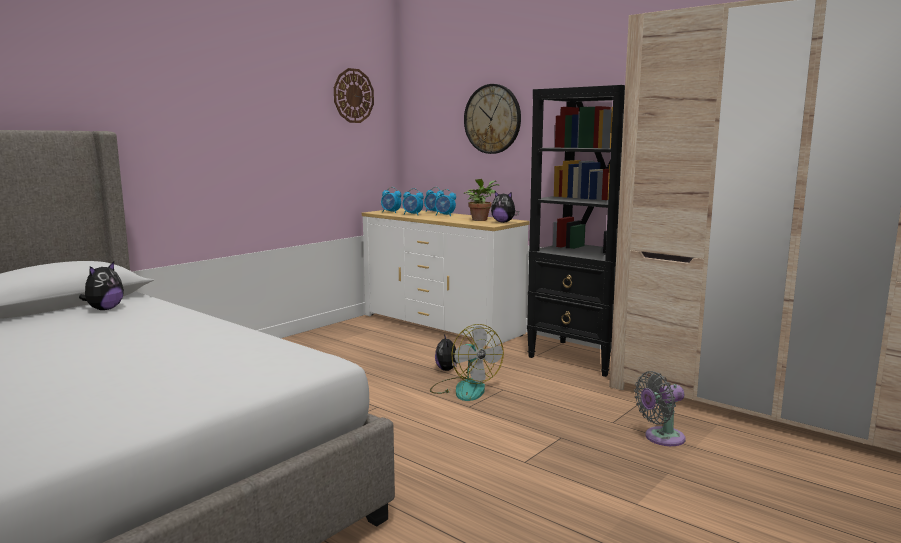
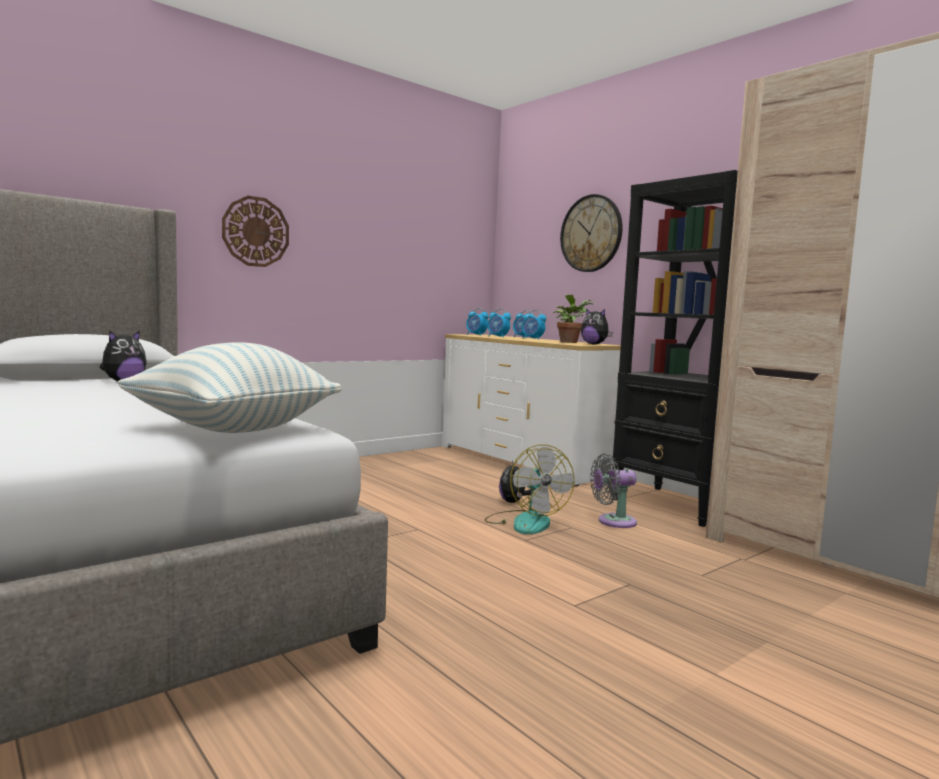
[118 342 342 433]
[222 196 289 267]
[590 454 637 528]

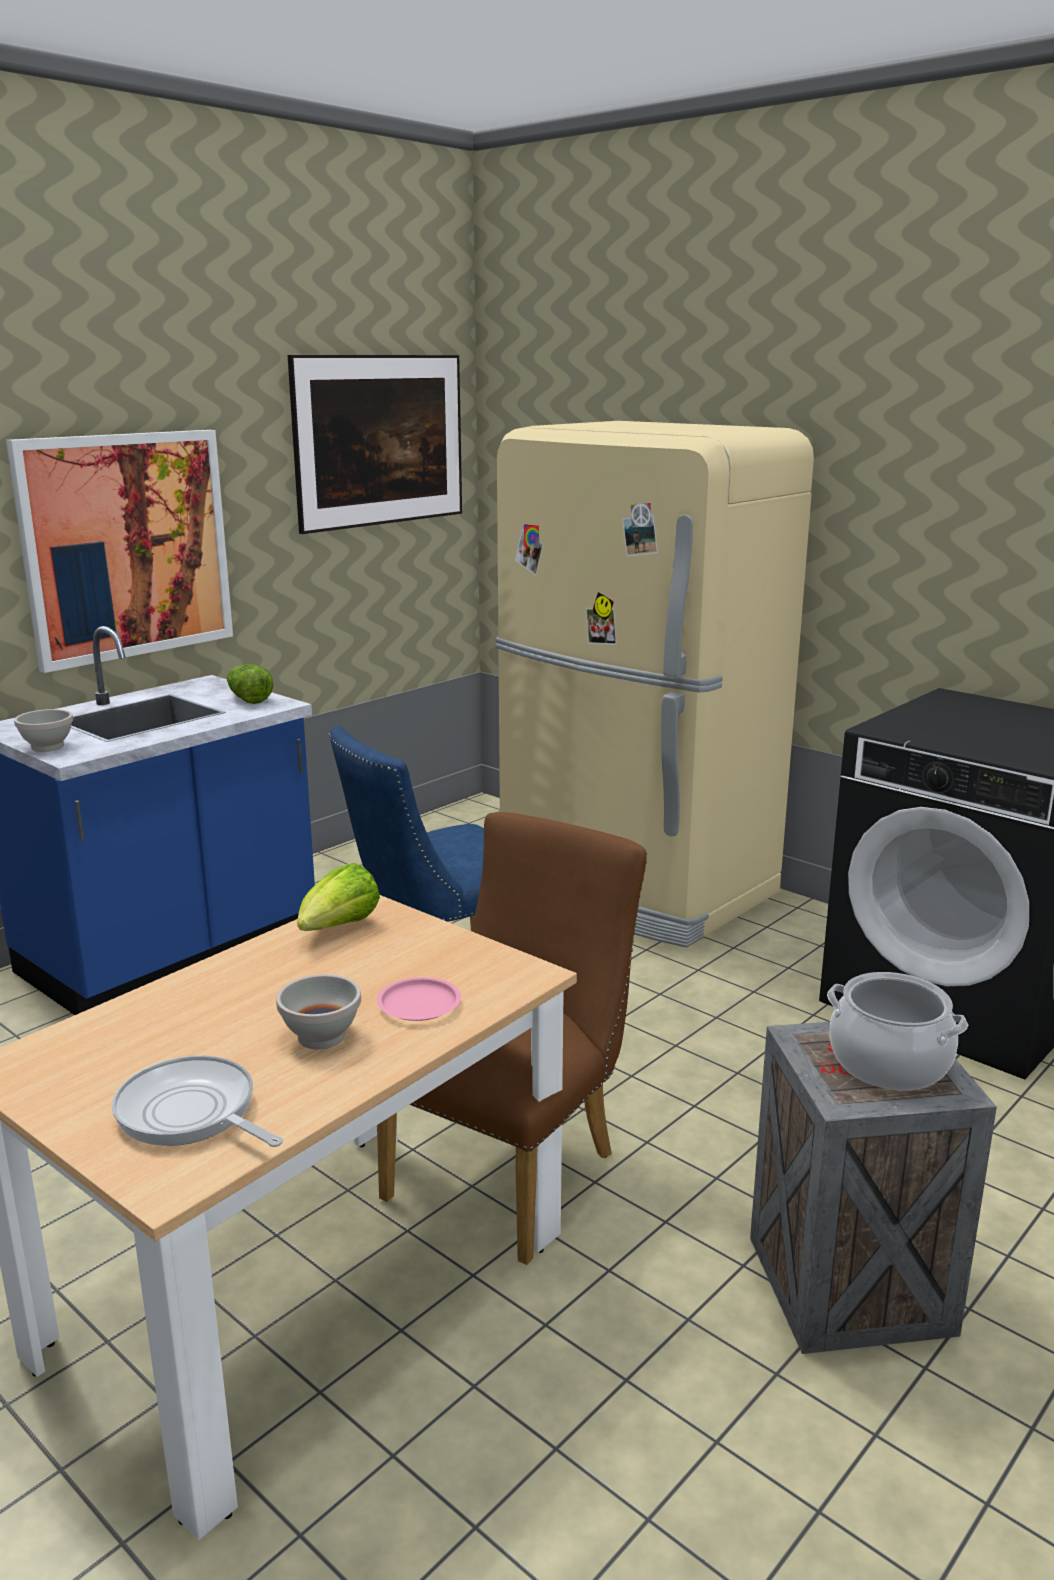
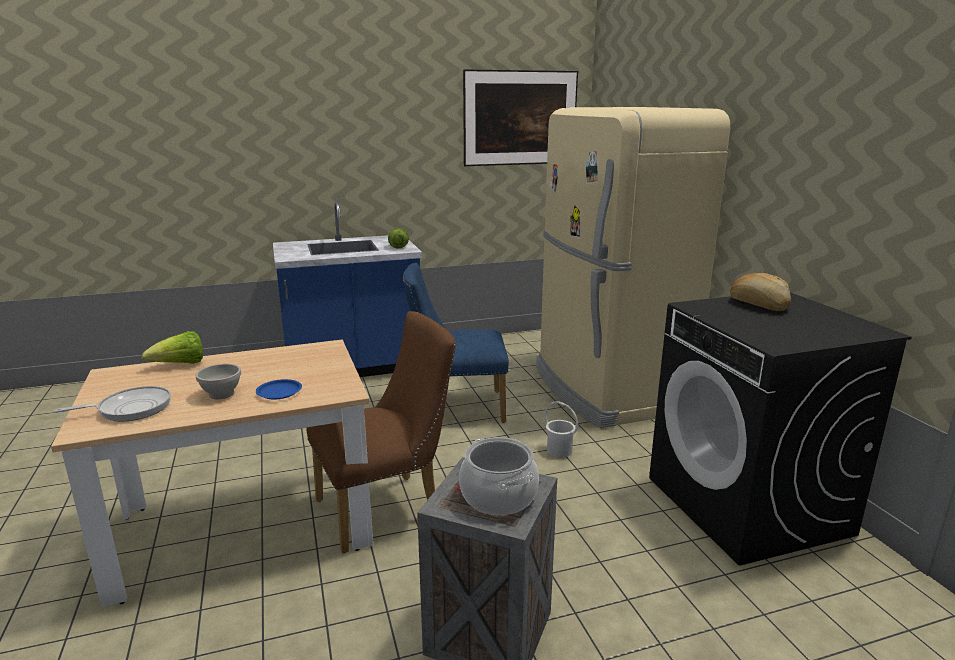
[6 430 233 673] (first image)
[14 709 73 752] (first image)
[545 401 578 457]
[730 273 791 311]
[142 331 203 364]
[256 379 302 399]
[55 386 171 422]

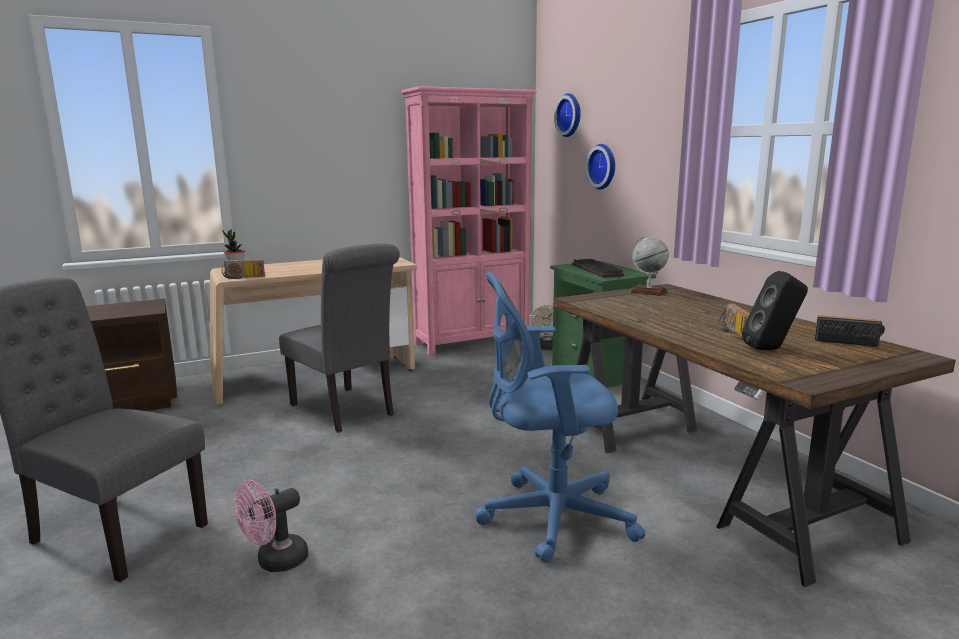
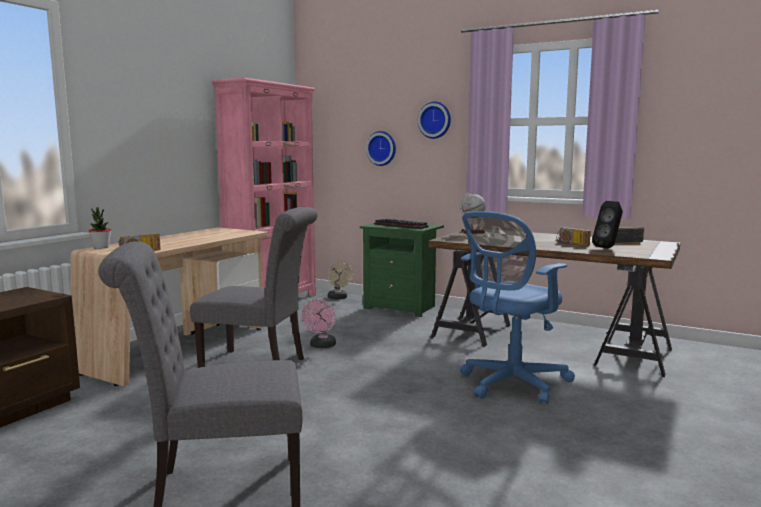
[302 299 336 348]
[418 102 451 139]

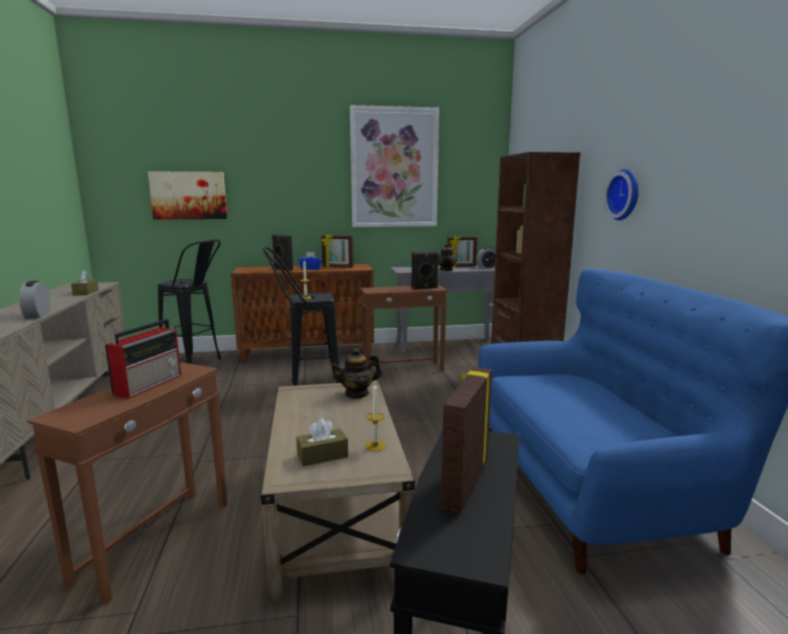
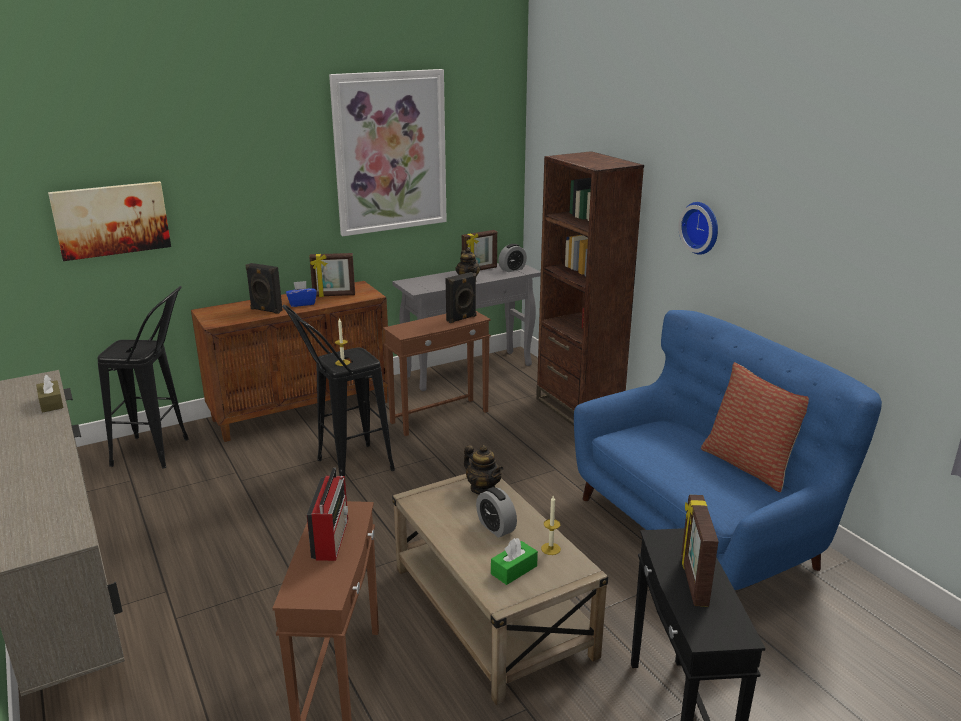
[701 362 809 492]
[476 487 517 538]
[491 538 538 585]
[464 445 504 495]

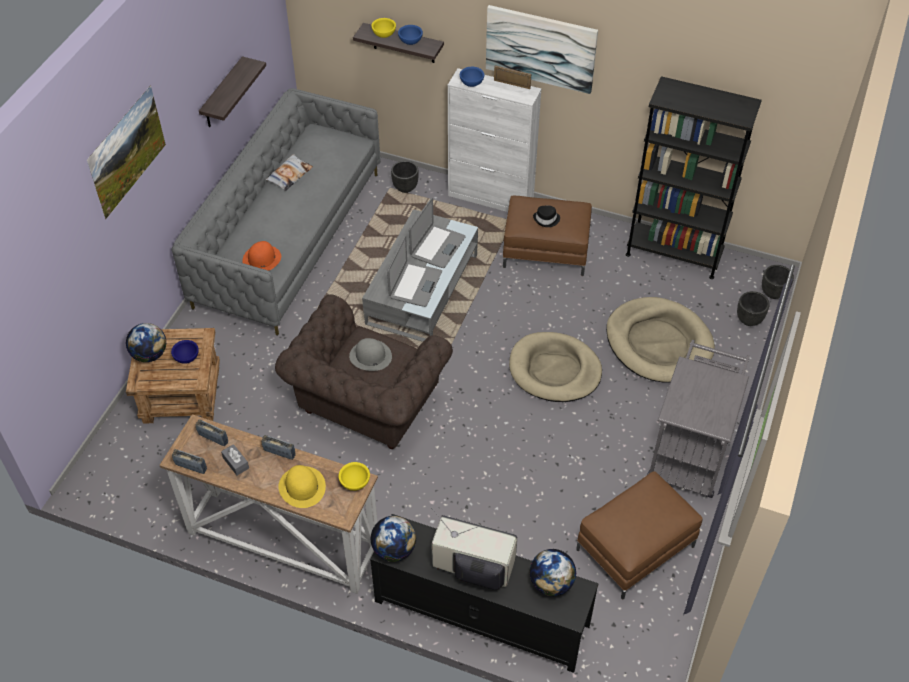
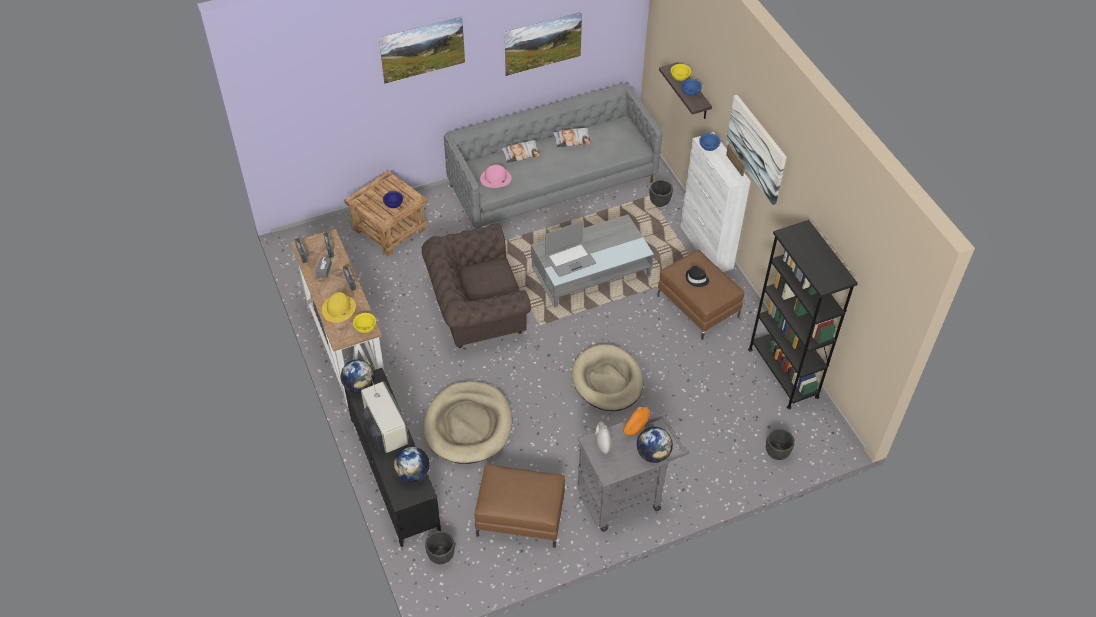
[349 338 392 371] (first image)
[409 198 466 268] (first image)
[501 140 541 163]
[595 422 612 454]
[623 407 649 435]
[637 427 673 463]
[423 381 512 464]
[425 531 455 564]
[505 12 582 76]
[480 165 512 188]

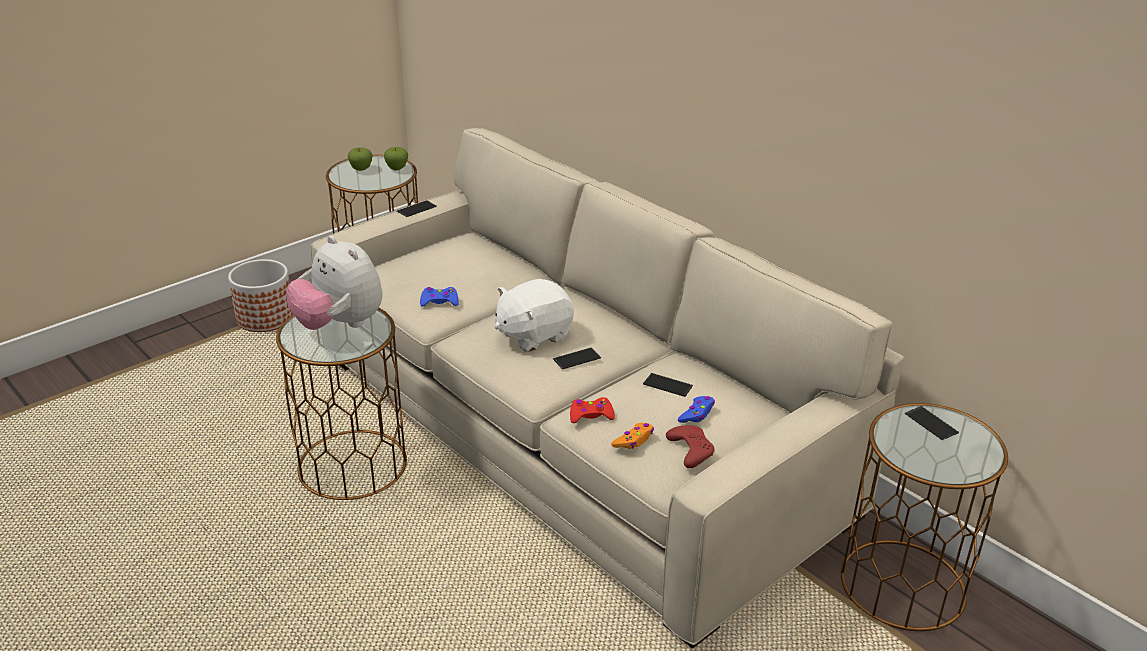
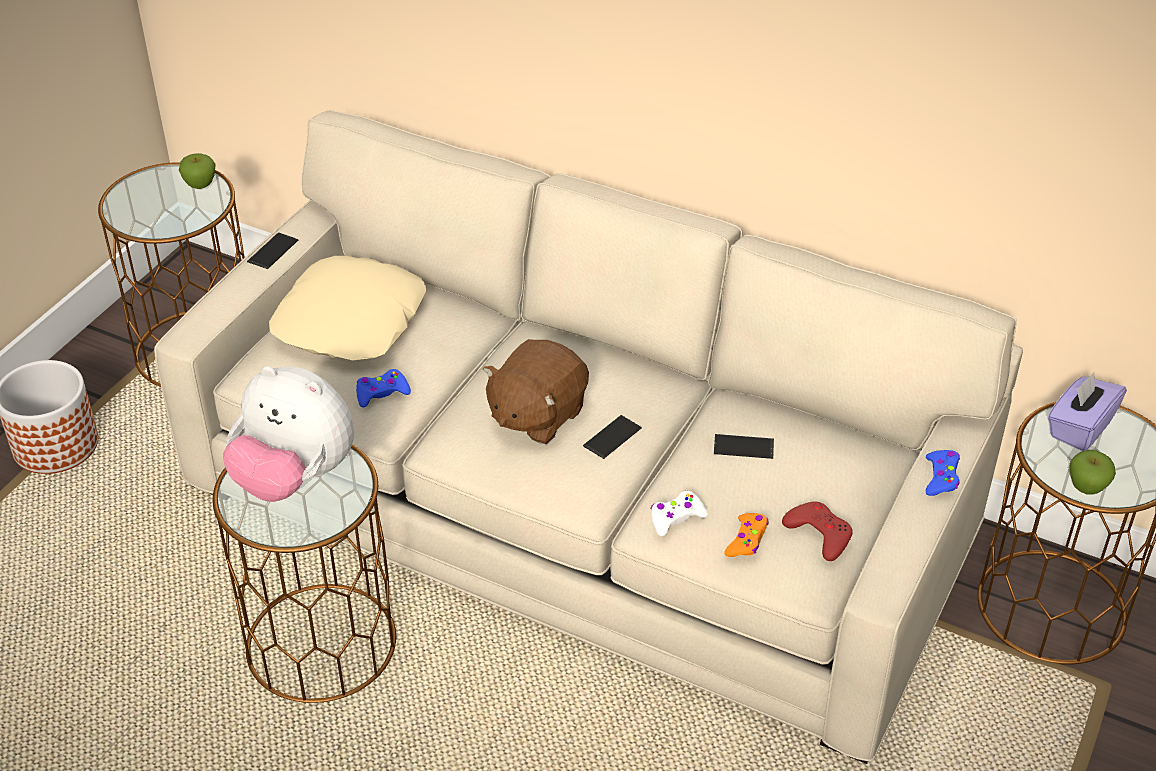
[269 256 427 360]
[1070 450 1116 494]
[926 450 960 496]
[1048 372 1127 451]
[483 339 589 444]
[650 491 708 536]

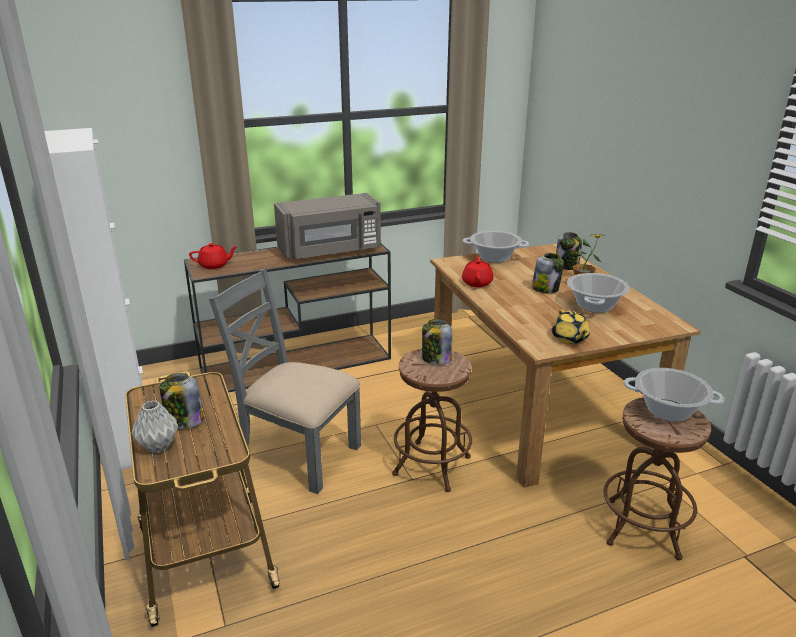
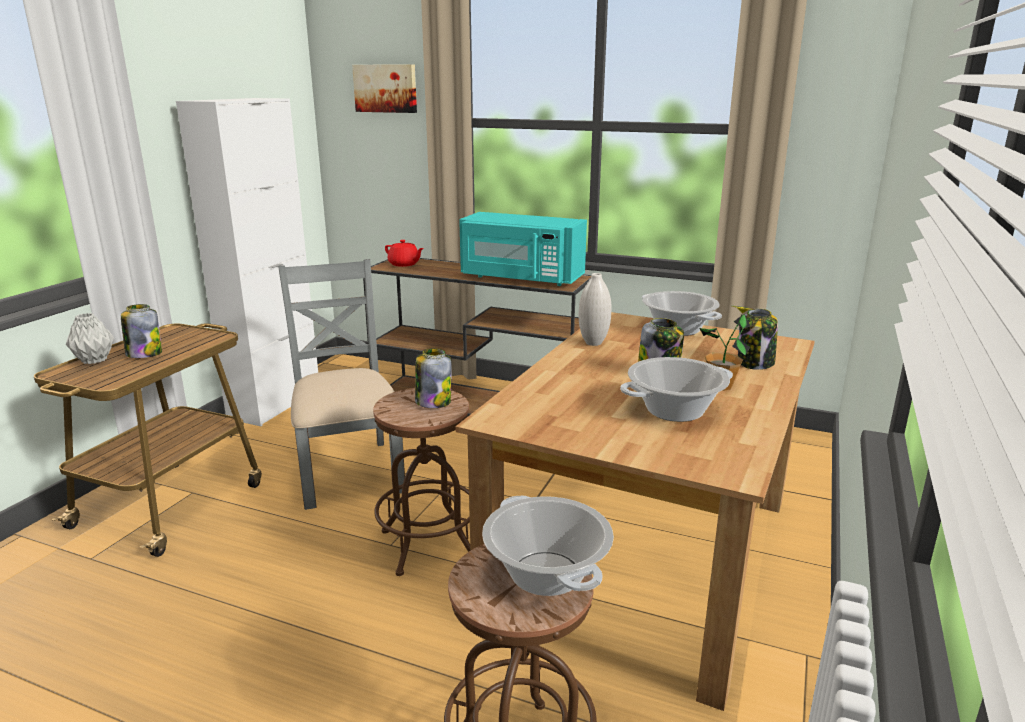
[552 310 590 344] (first image)
[352 64 417 113]
[579 273 611 346]
[459 212 587 286]

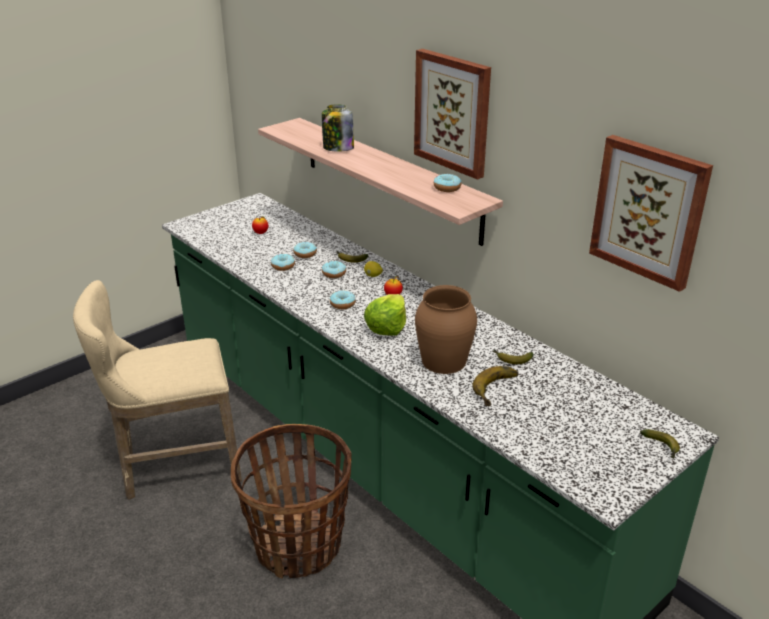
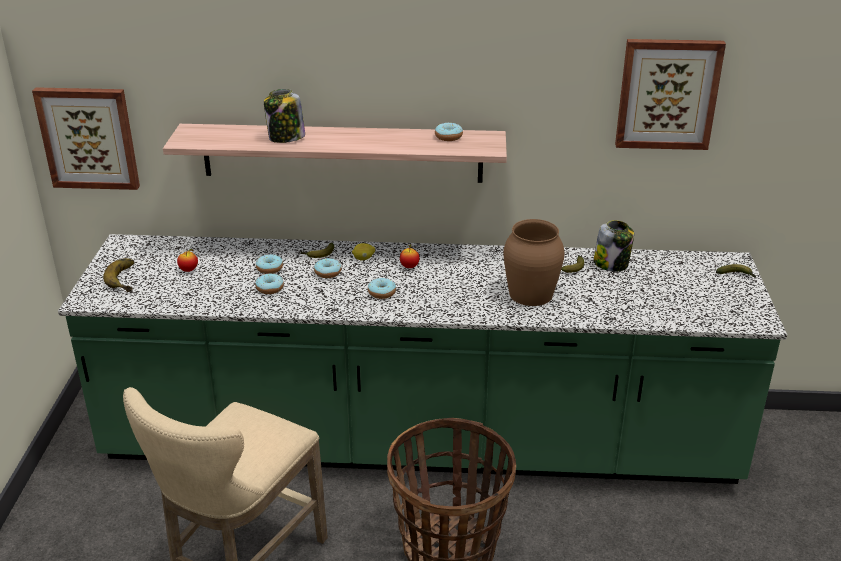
[364 294 406 336] (first image)
[594 220 634 272]
[32 87 140 190]
[103 258 134 292]

